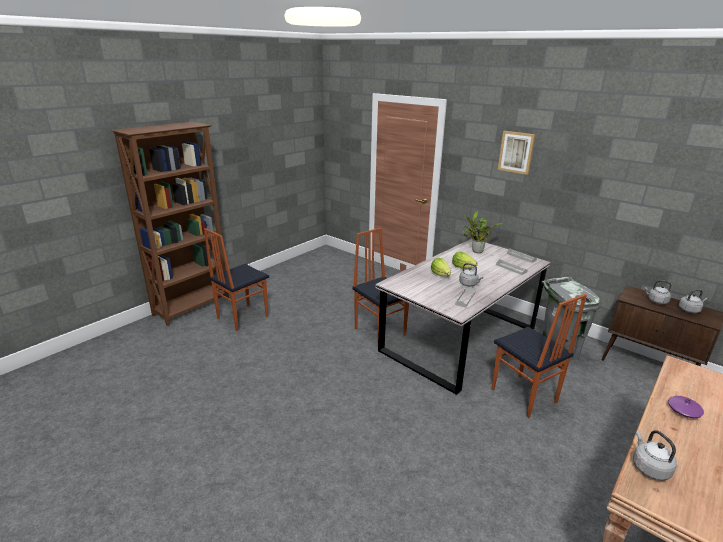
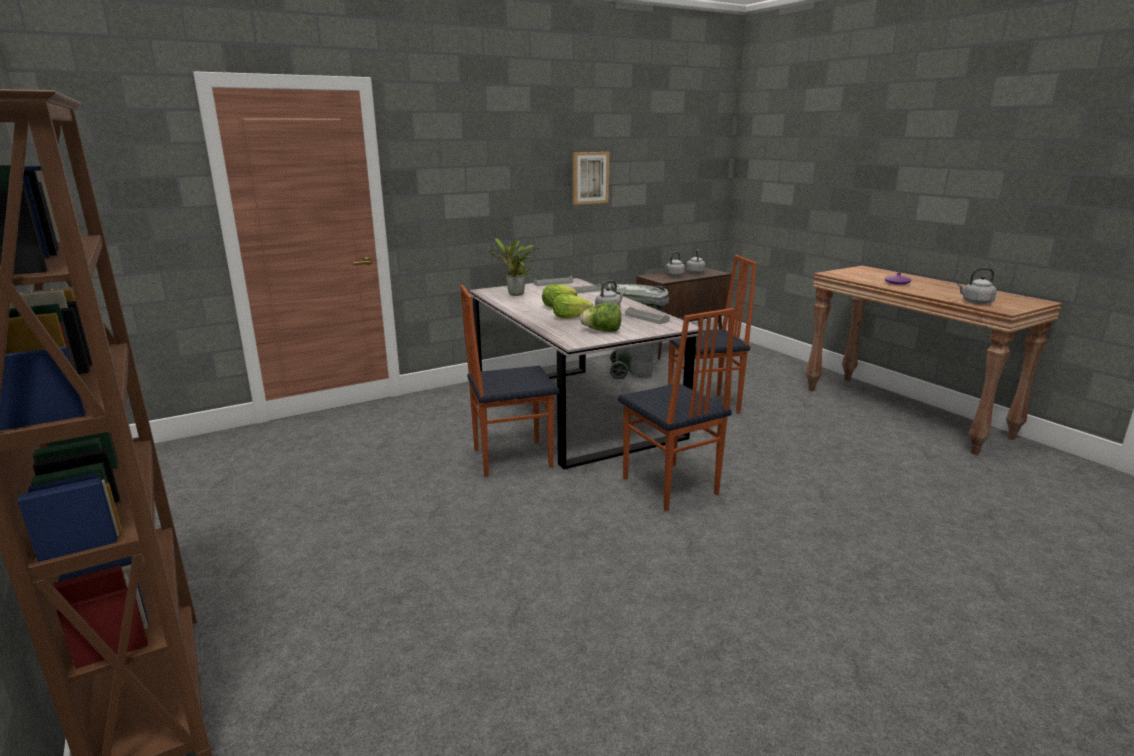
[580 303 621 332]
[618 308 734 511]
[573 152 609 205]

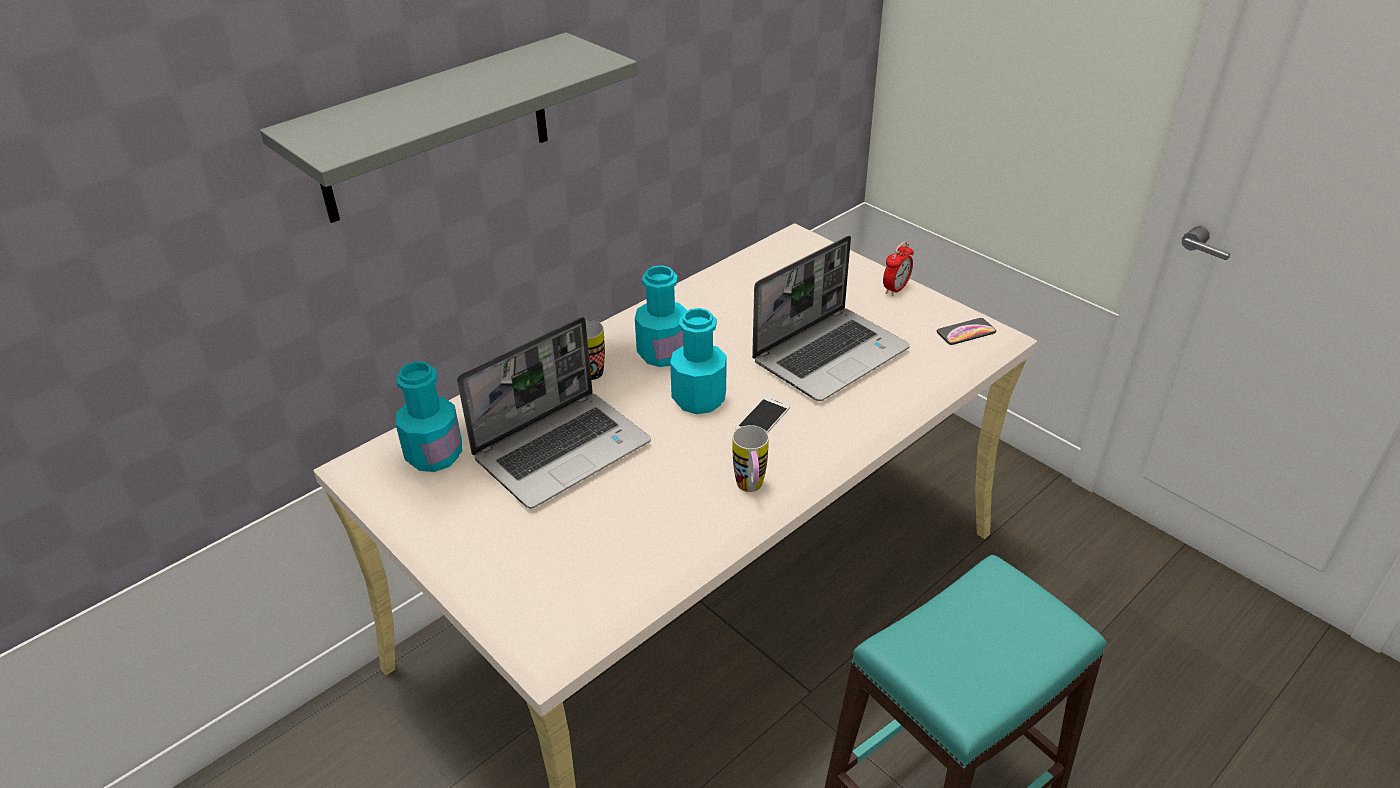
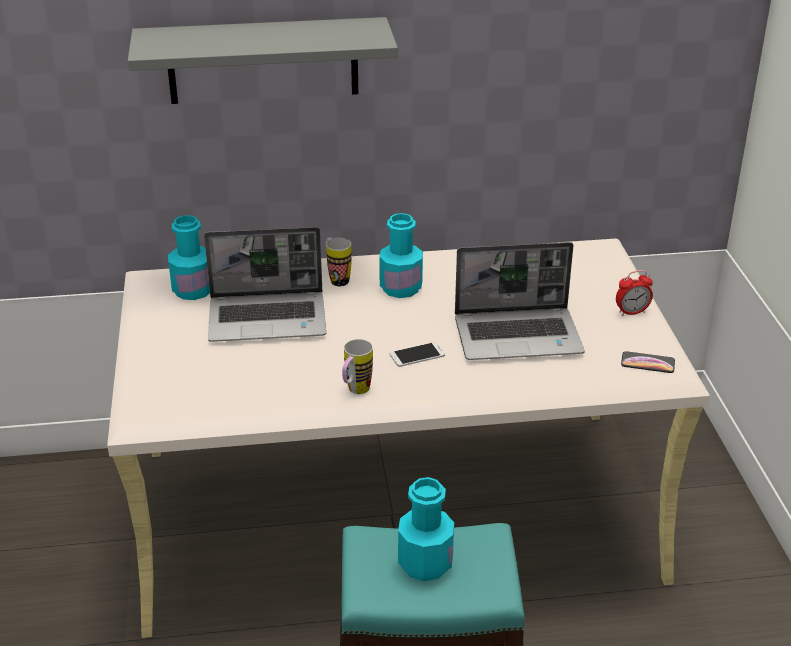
[398 477 454 581]

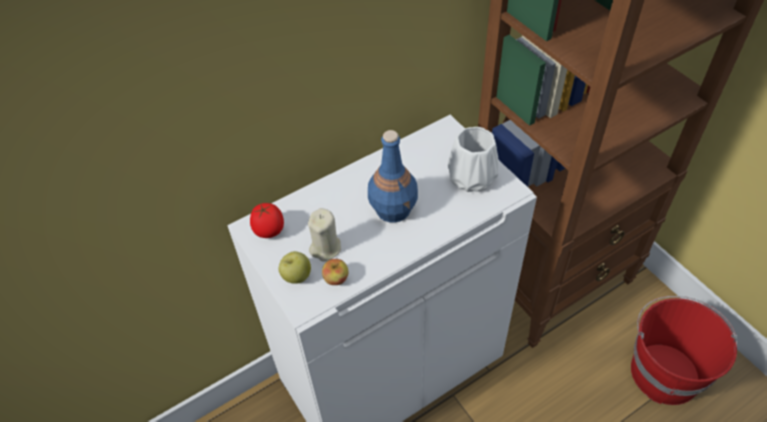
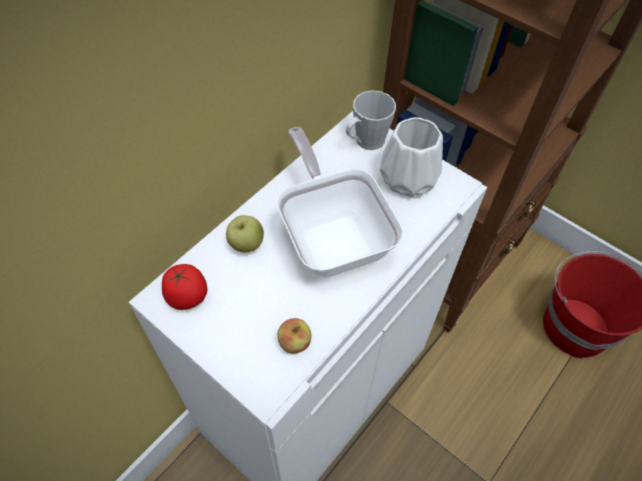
[308 208 341 262] (first image)
[346 90 396 150]
[226 215 264 252]
[276 127 404 278]

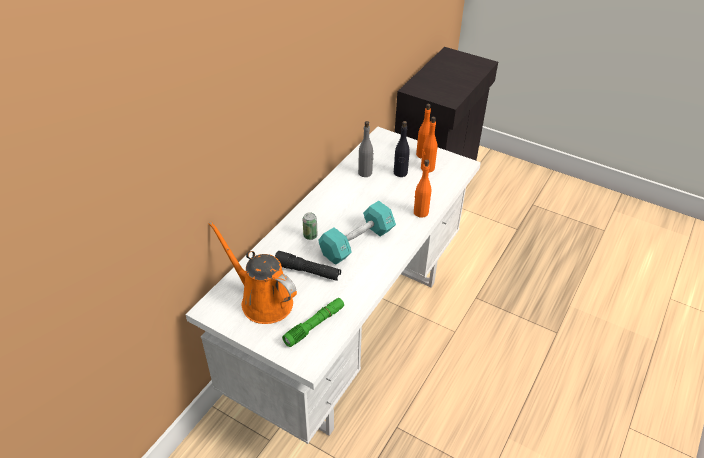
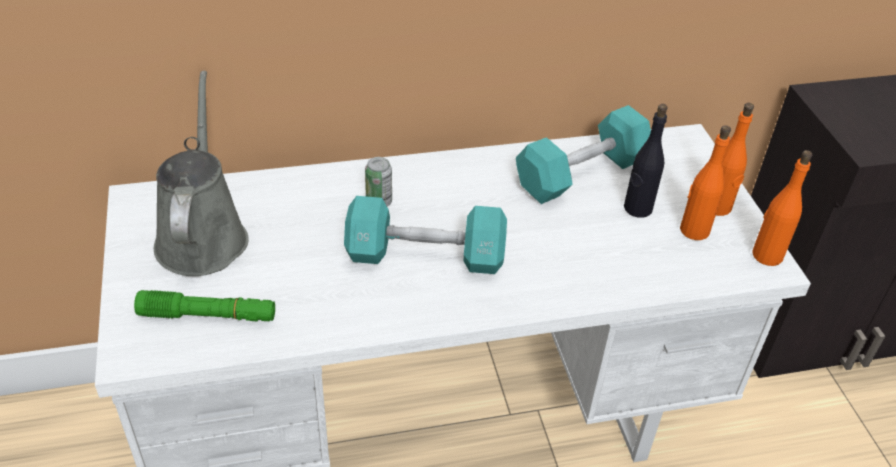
[275 251 341 281] (first image)
[752 150 812 266]
[516 105 651 204]
[154 71 249 276]

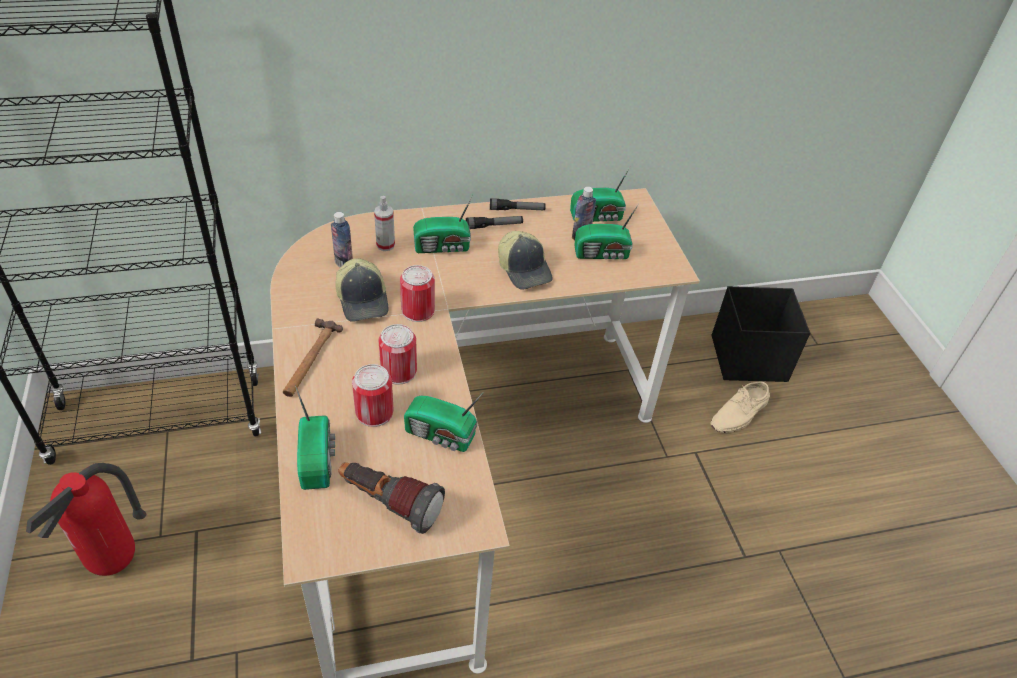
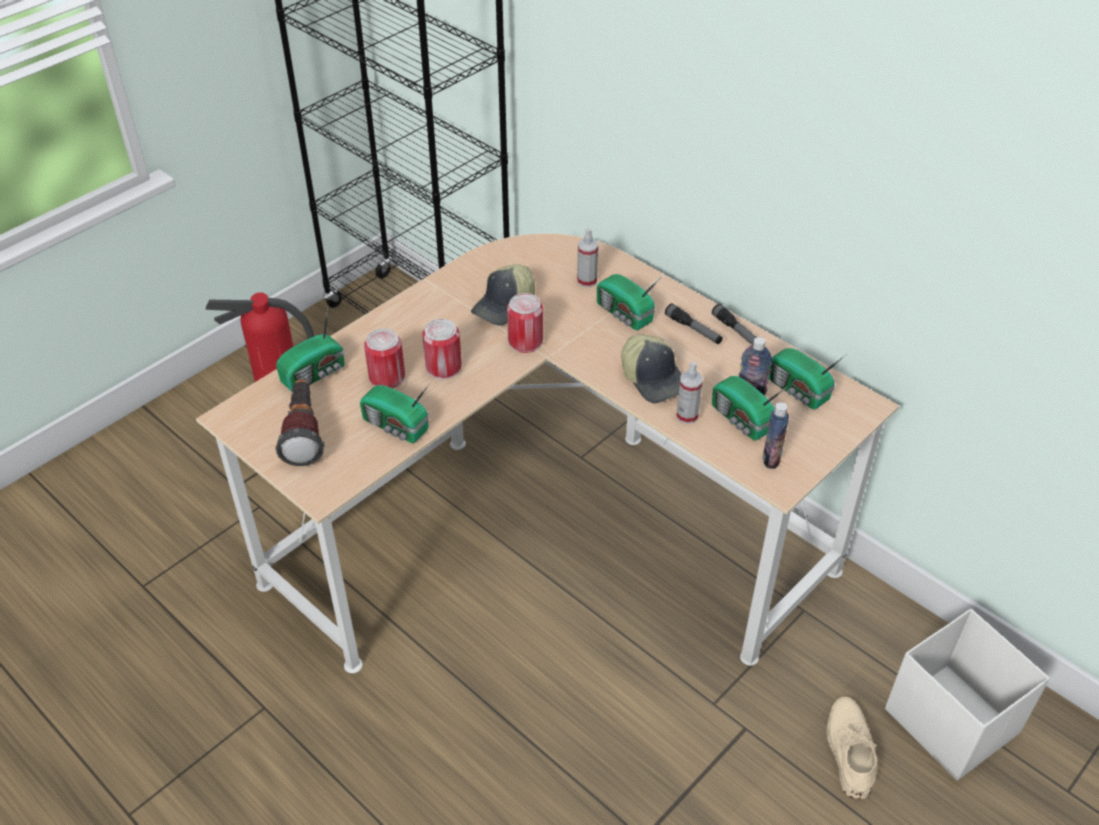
[283 318 343 397] (first image)
[676 362 703 424]
[763 402 789 469]
[885 609 1050 780]
[360 383 430 443]
[621 335 681 403]
[826 697 877 799]

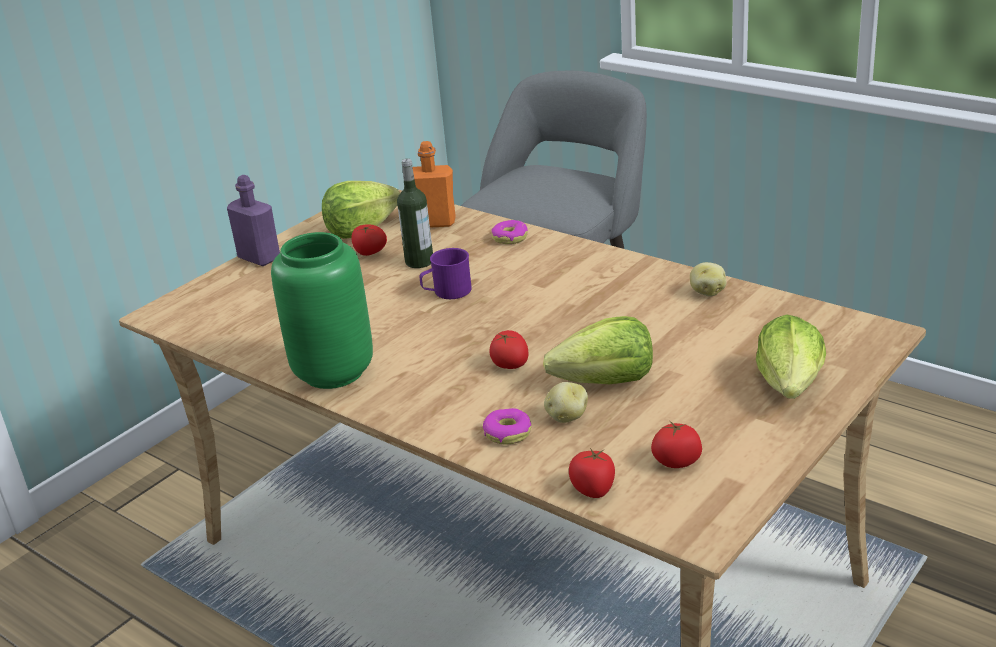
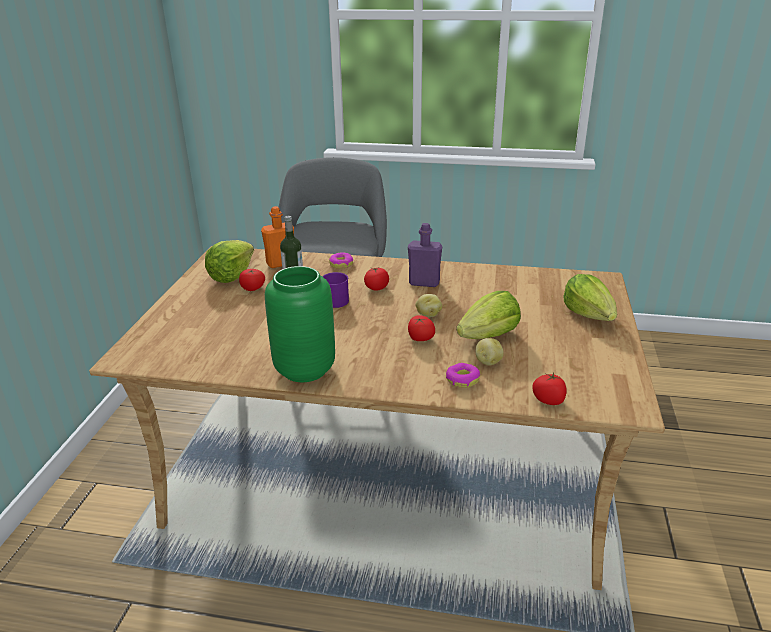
[408 223 443 287]
[364 267 389 291]
[415 294 442 317]

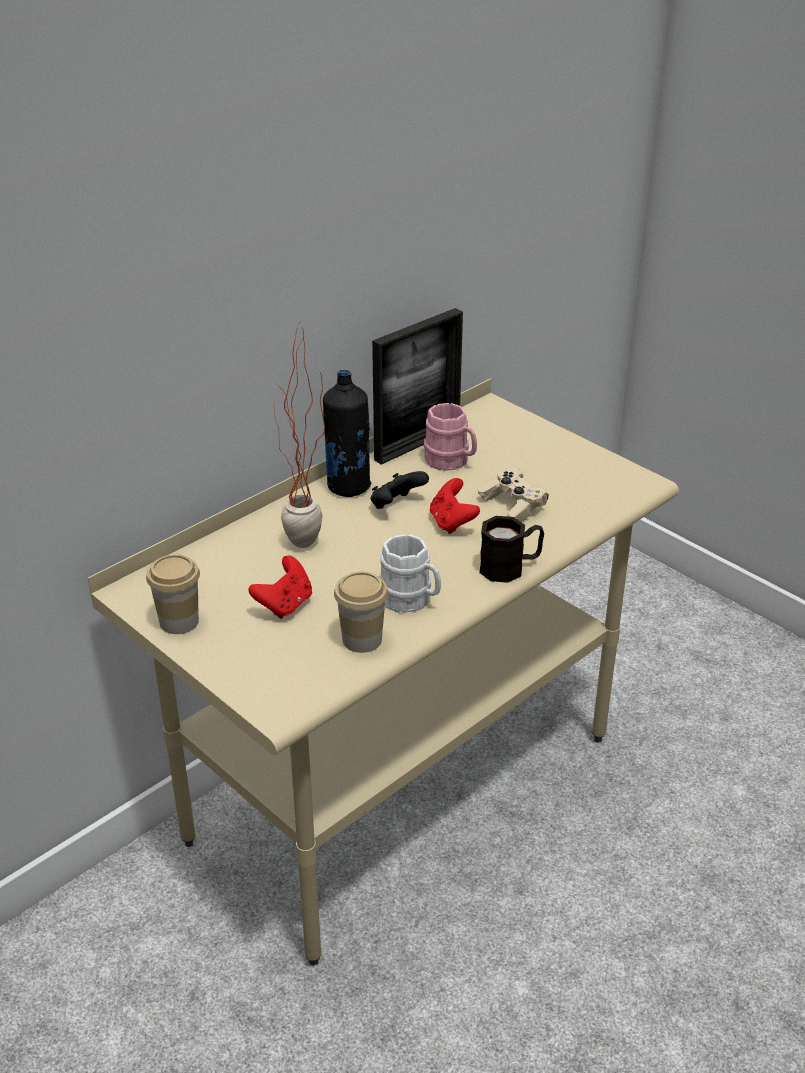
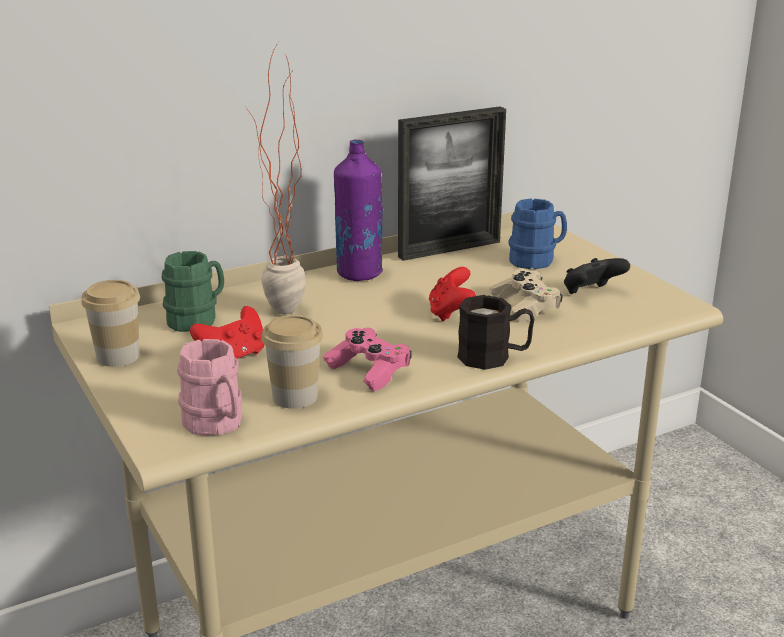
[162 251 224 332]
[508 199 567 269]
[564 258 630 294]
[177 339 242 436]
[324 327 412 391]
[334 140 383 281]

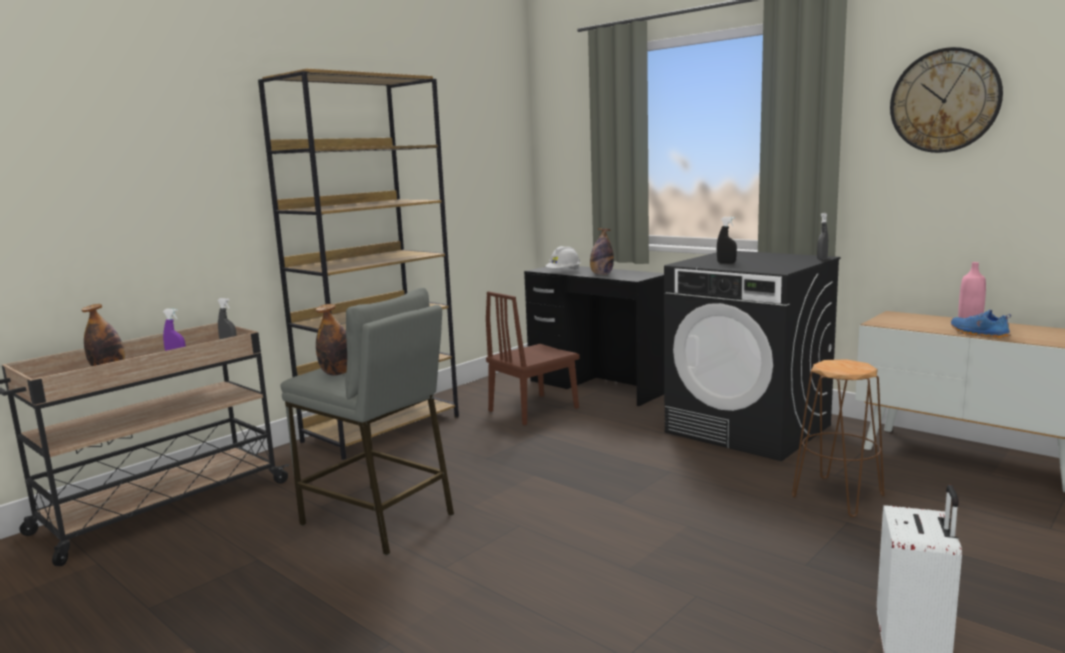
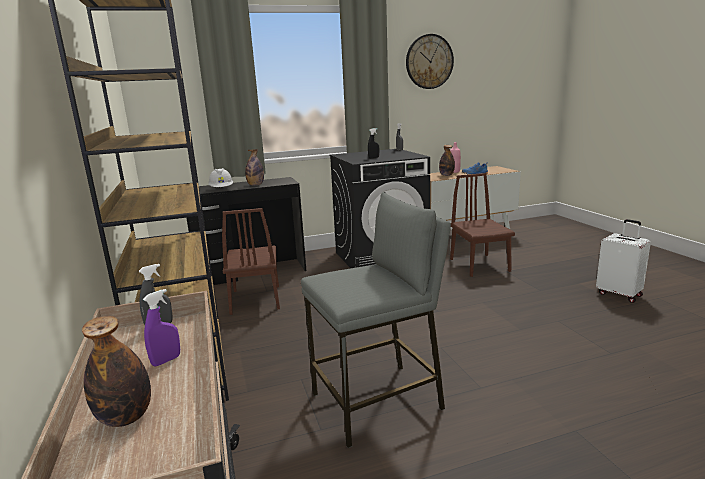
[439 145 455 176]
[450 173 515 277]

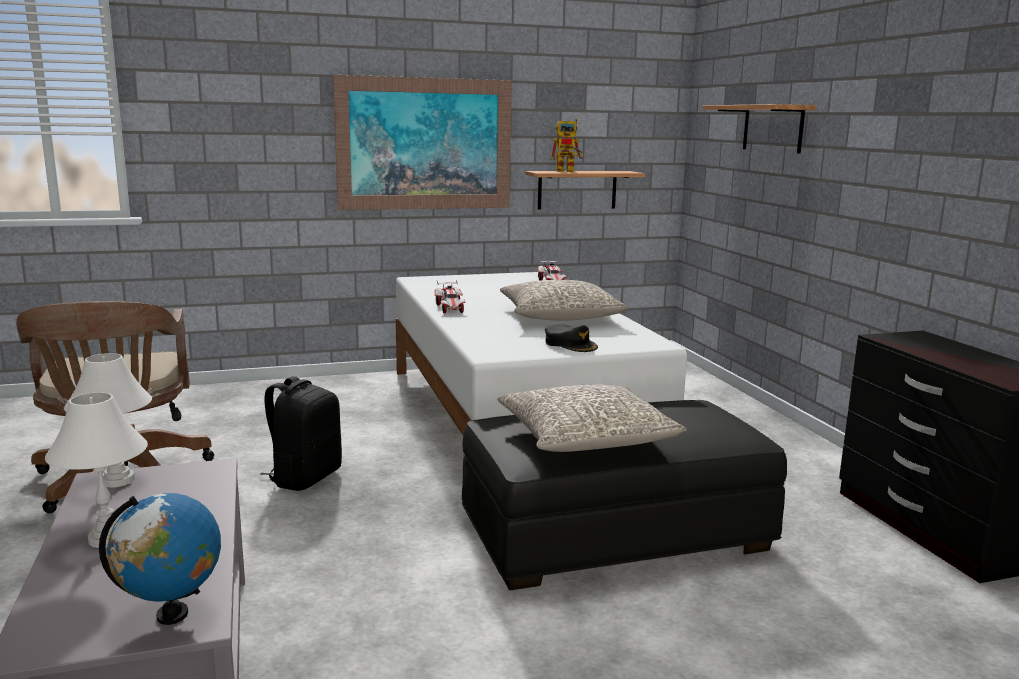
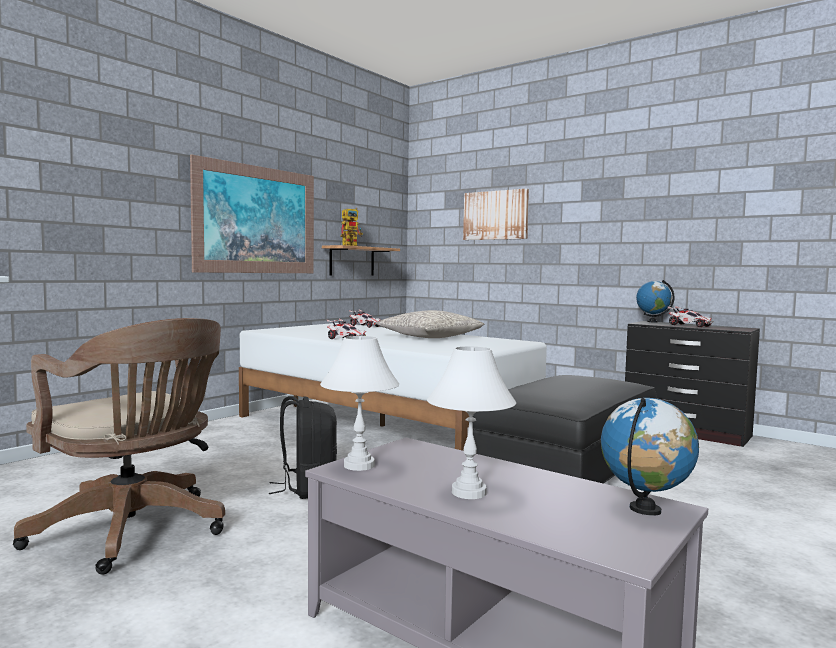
[497 384 687 452] (first image)
[545 324 598 352] (first image)
[636 280 675 323]
[667 306 714 327]
[463 188 529 240]

